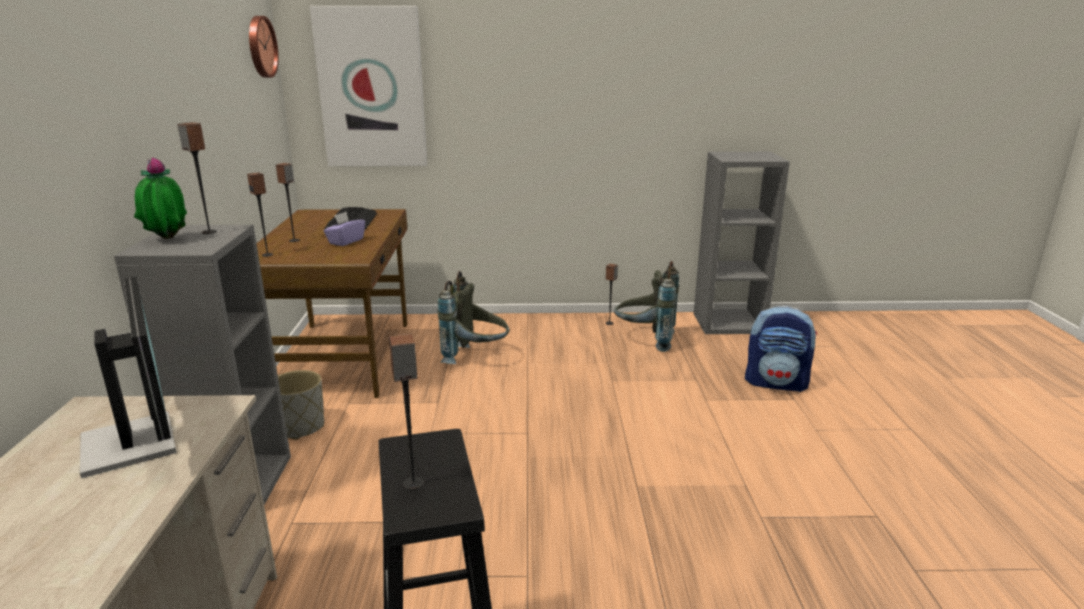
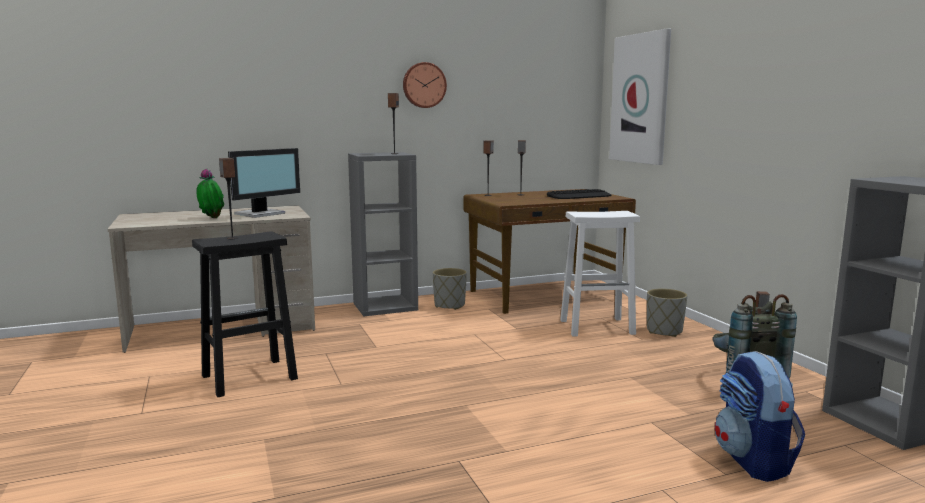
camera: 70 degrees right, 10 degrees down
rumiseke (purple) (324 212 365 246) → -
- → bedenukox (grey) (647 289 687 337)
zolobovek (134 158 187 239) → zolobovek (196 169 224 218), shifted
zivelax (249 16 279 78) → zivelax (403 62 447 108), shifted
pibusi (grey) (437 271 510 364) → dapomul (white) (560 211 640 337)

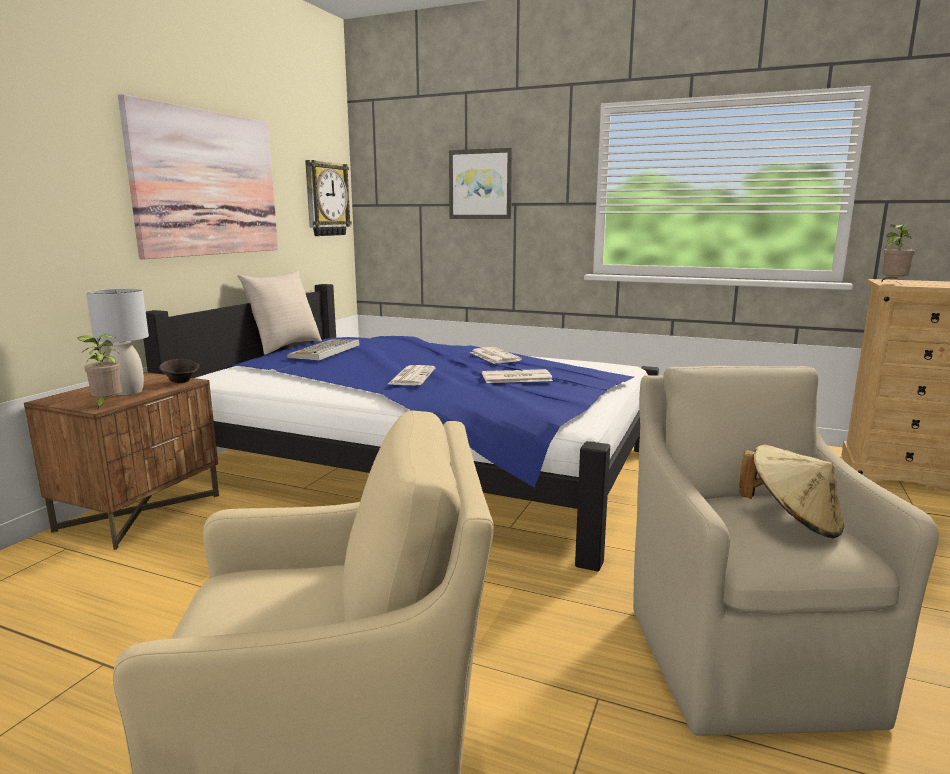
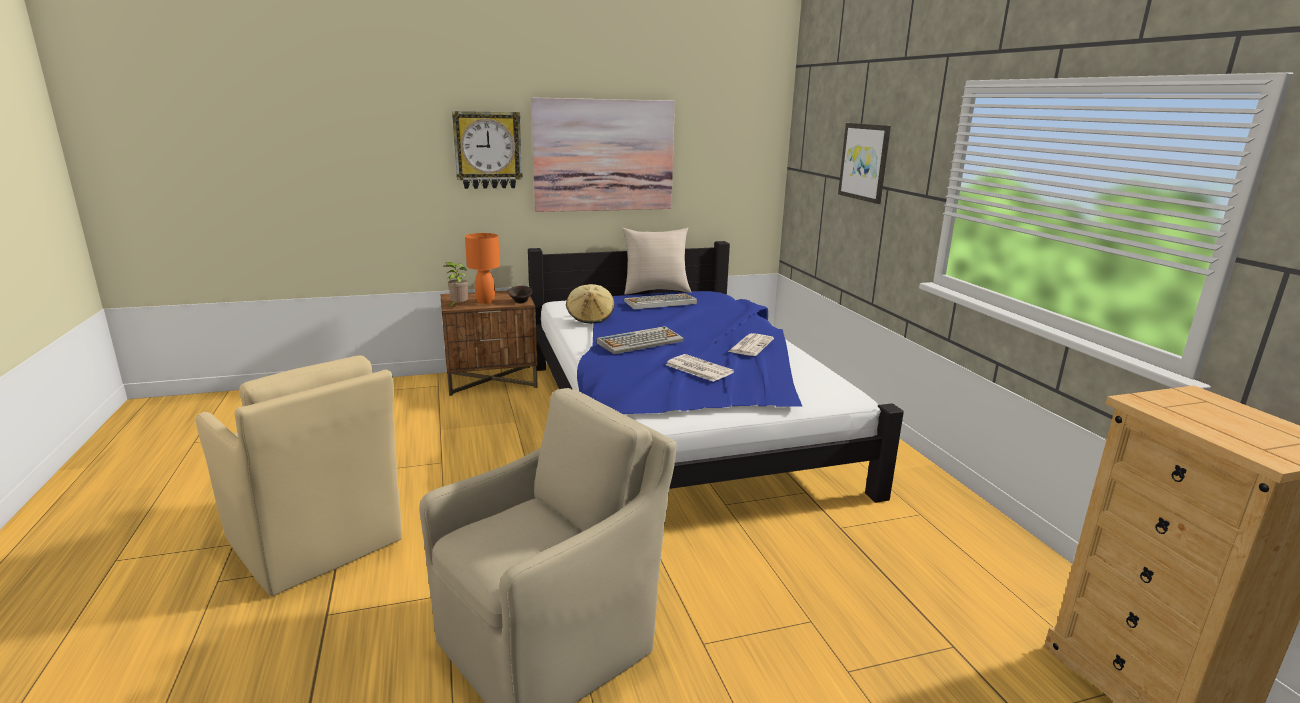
camera: 50 degrees right, 5 degrees up
zolobovek (881 224 915 283) → -
zivelax (305 160 352 236) → zivelax (452 111 523 189), shifted
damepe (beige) (739 444 844 538) → damepe (beige) (566 284 614 324), shifted
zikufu (388 365 435 385) → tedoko (596 326 684 354)
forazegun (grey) (86 289 149 395) → forazegun (orange) (465 233 500 304)

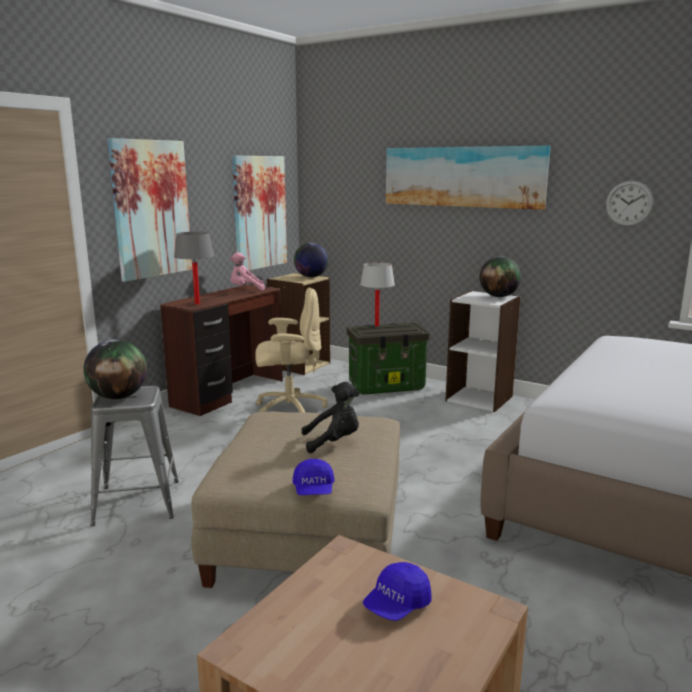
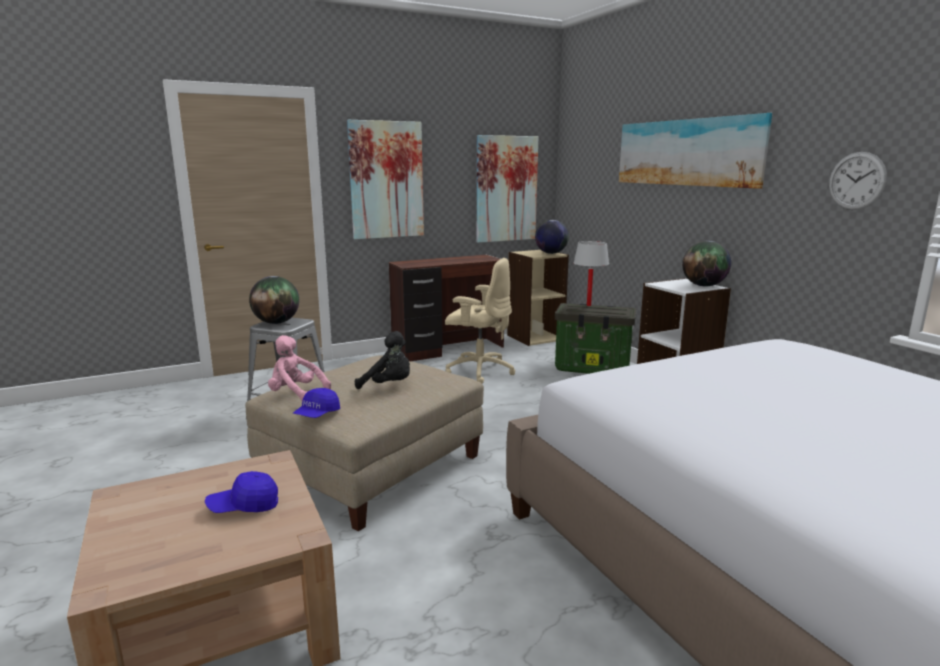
camera: 30 degrees right, 0 degrees up
forazegun (grey) (174 232 214 304) → -
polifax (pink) (230 252 265 291) → polifax (pink) (268 335 331 401), shifted

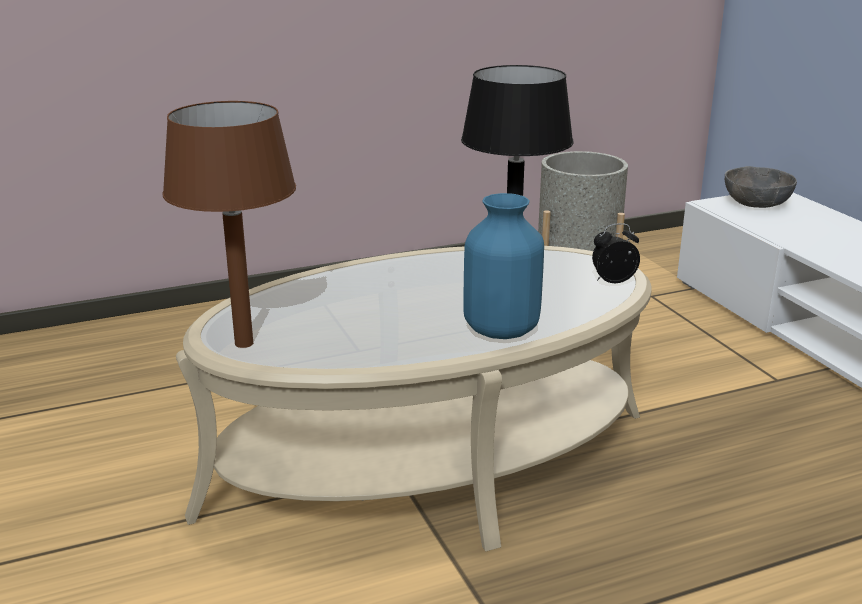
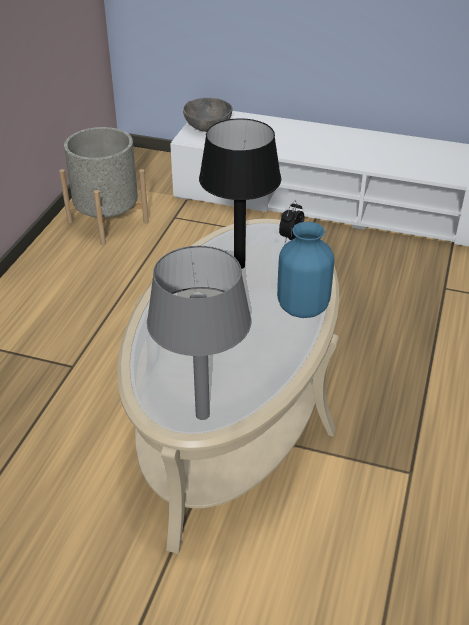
camera: 50 degrees left, 15 degrees up
forazegun (brown) (162 101 296 348) → forazegun (grey) (147 246 252 420)

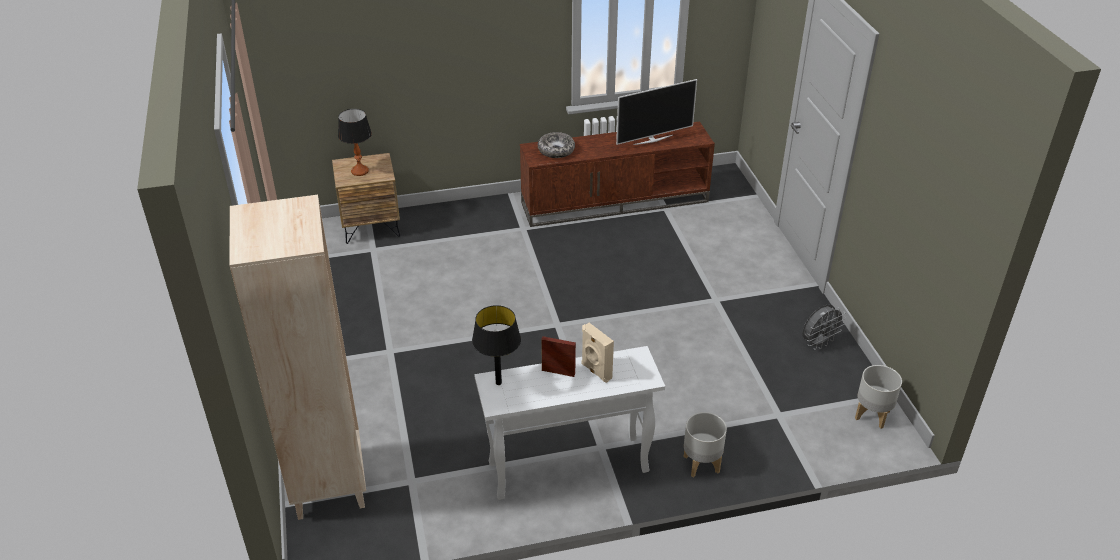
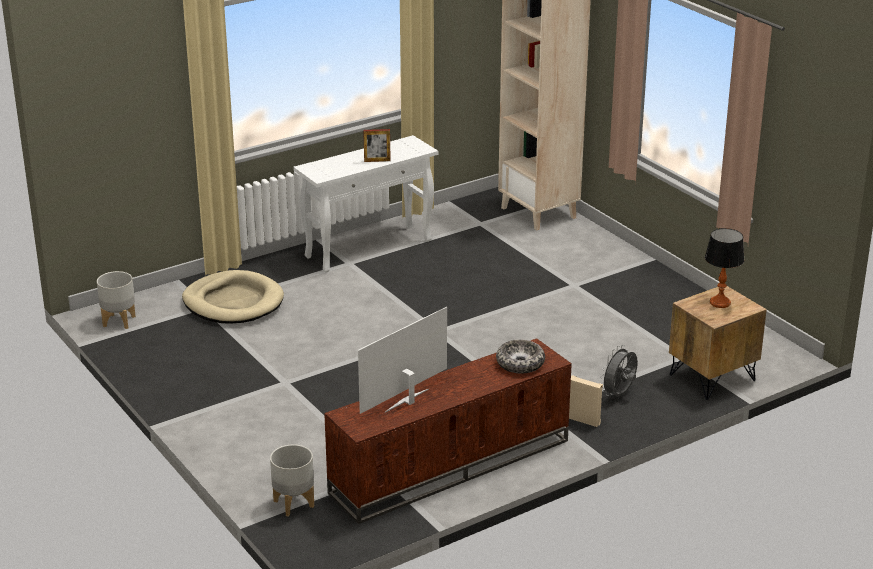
camera: 160 degrees right, 10 degrees down
forazegun (black) (472 305 521 385) → -
- → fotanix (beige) (182 270 284 324)
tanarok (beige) (582 323 614 383) → tanarok (beige) (569 375 603 427), shifted
bedenukox (grey) (684 412 727 477) → bedenukox (grey) (270 444 314 516), shifted
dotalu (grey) (802 304 846 350) → dotalu (grey) (600 345 638 396), shifted

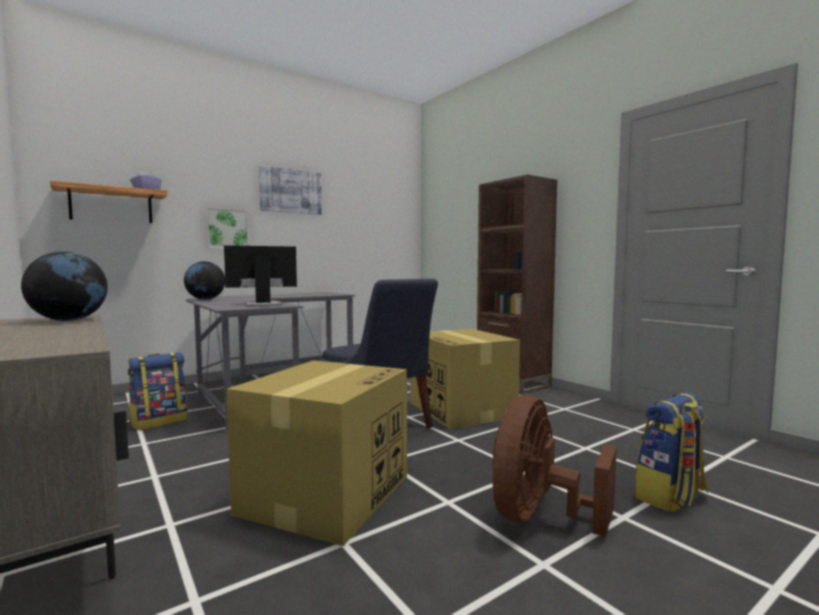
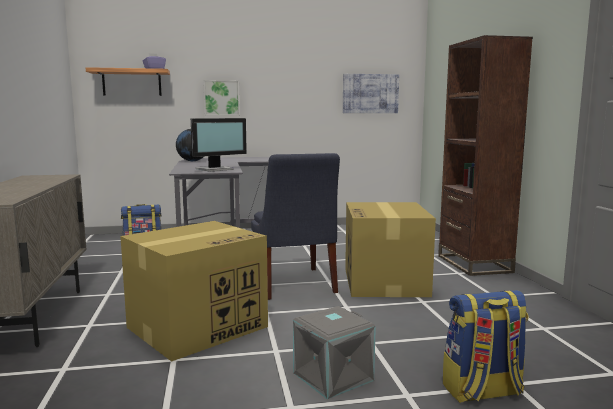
camera: 25 degrees right, 5 degrees up
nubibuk (21 252 108 321) → -
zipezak (259 165 322 215) → zipezak (343 74 399 113), shifted
dotalu (brown) (492 395 617 537) → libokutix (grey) (293 306 376 399)
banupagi (224 245 297 307) → banupagi (191 118 247 172), 135 degrees clockwise

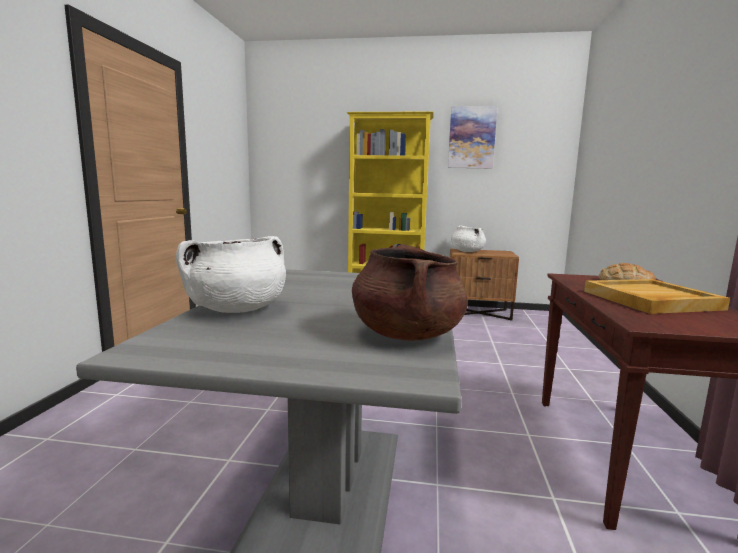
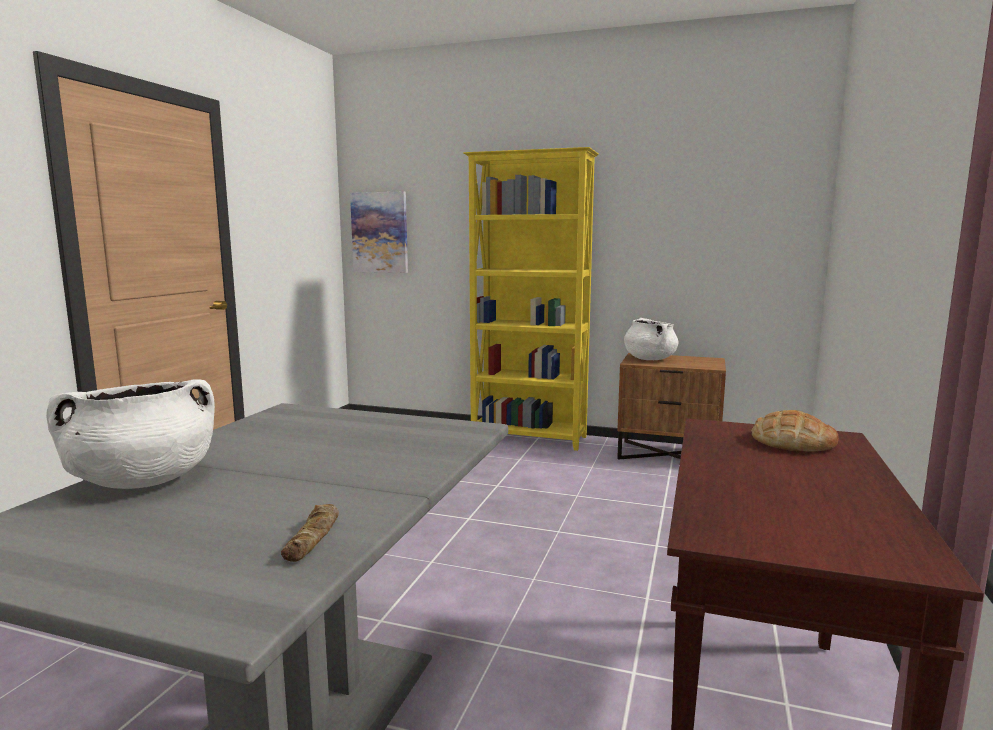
camera: 10 degrees right, 0 degrees up
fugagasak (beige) (584 279 730 314) → -
zipezak (448 106 498 168) → zipezak (350 192 408 273), shifted
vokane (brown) (352 244 468 340) → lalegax (281 504 339 562)

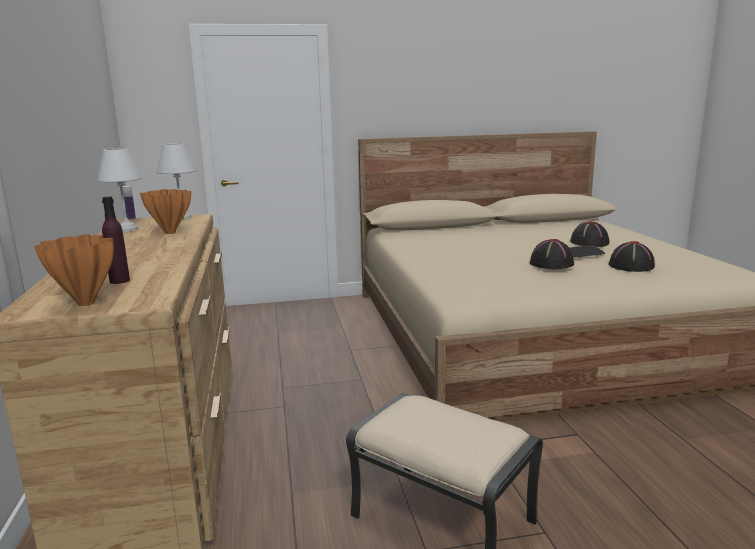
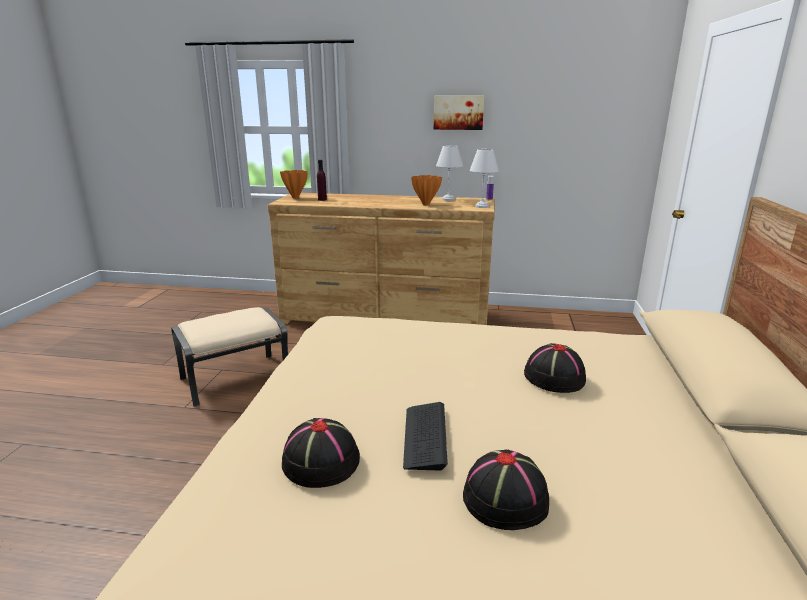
camera: 110 degrees right, 5 degrees up
- → zipezak (434 95 484 130)
damepe (black) (530 239 574 269) → damepe (black) (524 343 586 393), shifted

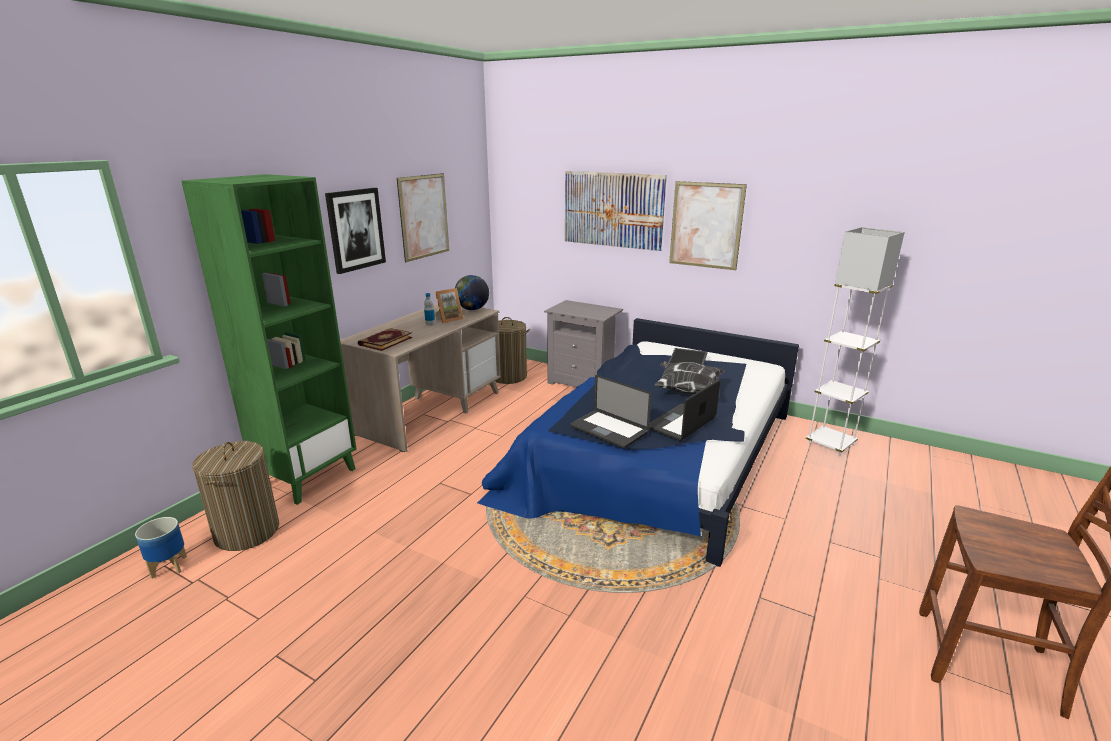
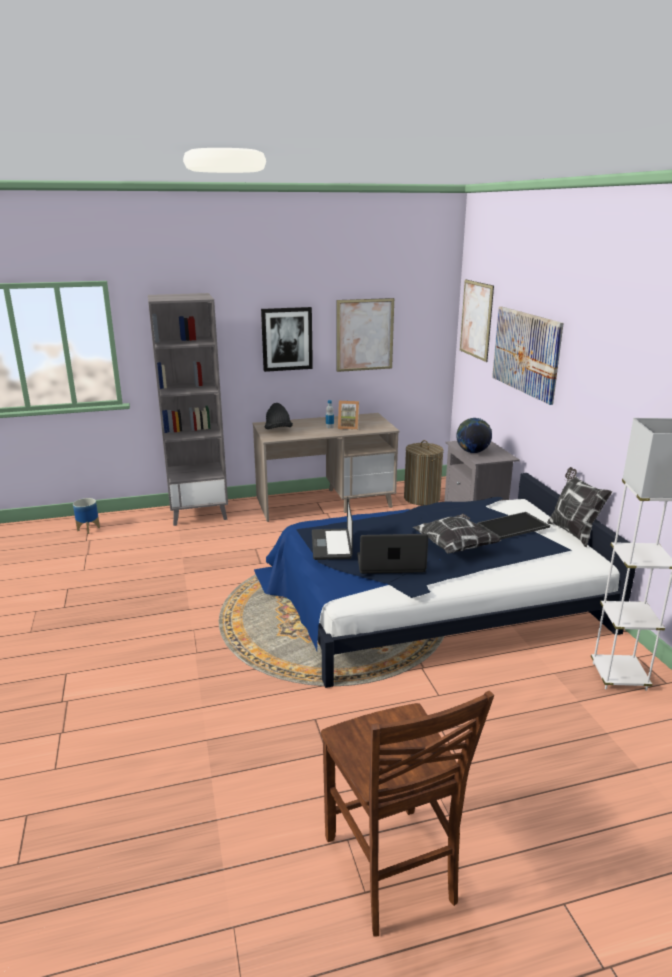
camera: 45 degrees right, 0 degrees up
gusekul (192 441 279 551) → -
- → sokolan (547 467 612 547)
nubibuk (455 275 489 310) → nubibuk (456 418 492 453), shifted
zipezak (669 181 747 270) → zipezak (460 279 494 362), shifted
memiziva (358 328 413 351) → damepe (black) (265 403 293 429)
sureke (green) (182 174 356 505) → sureke (grey) (148 293 228 526)

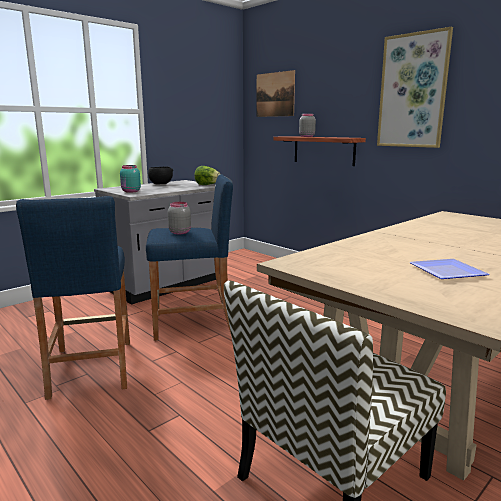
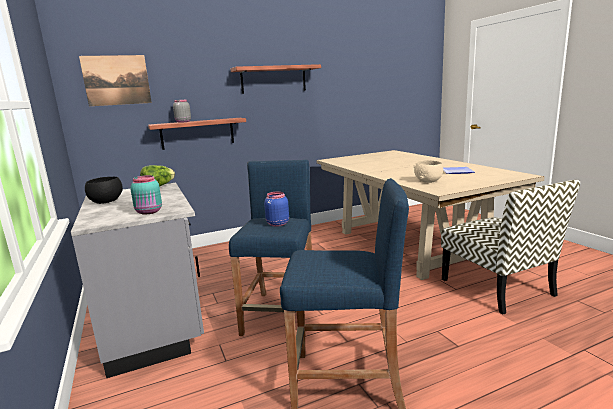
camera: 70 degrees left, 0 degrees up
- → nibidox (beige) (413 160 443 183)
zipezak (377 27 453 148) → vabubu (231 64 321 94)
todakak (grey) (168 202 191 234) → todakak (blue) (264 191 289 227)

